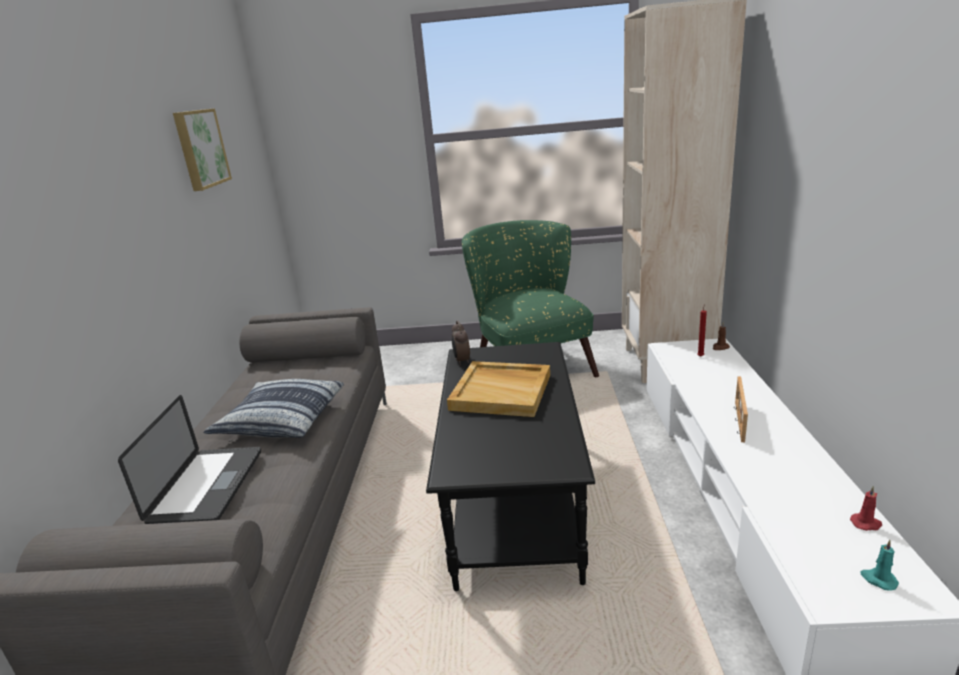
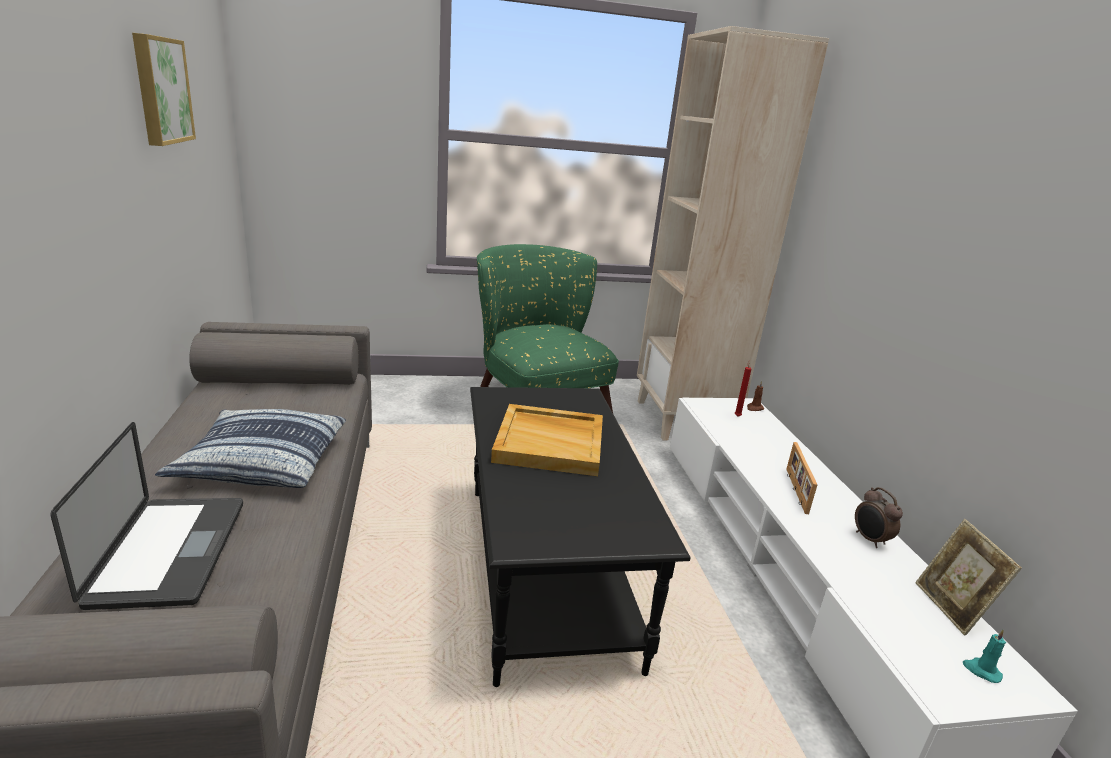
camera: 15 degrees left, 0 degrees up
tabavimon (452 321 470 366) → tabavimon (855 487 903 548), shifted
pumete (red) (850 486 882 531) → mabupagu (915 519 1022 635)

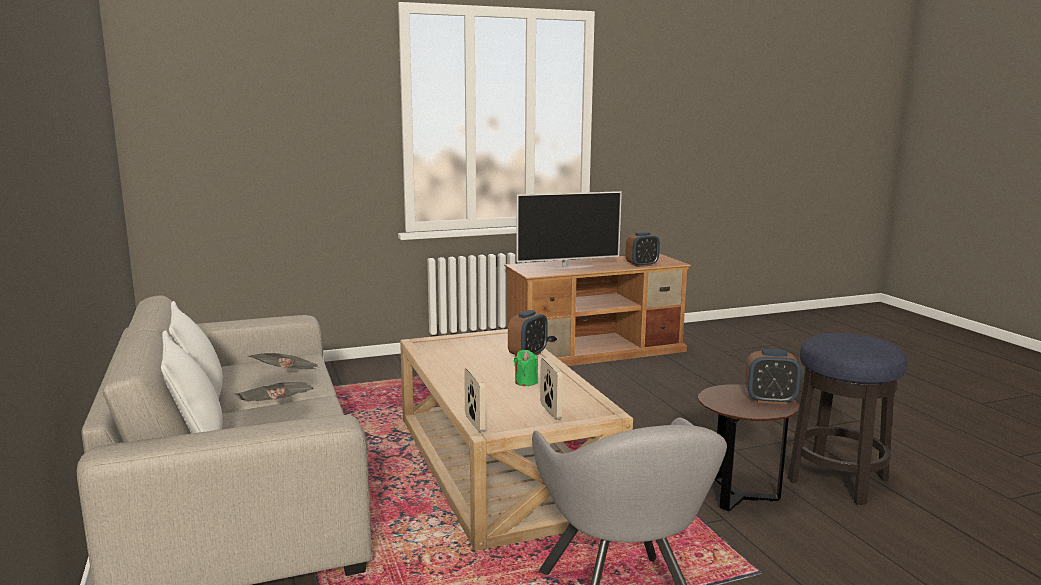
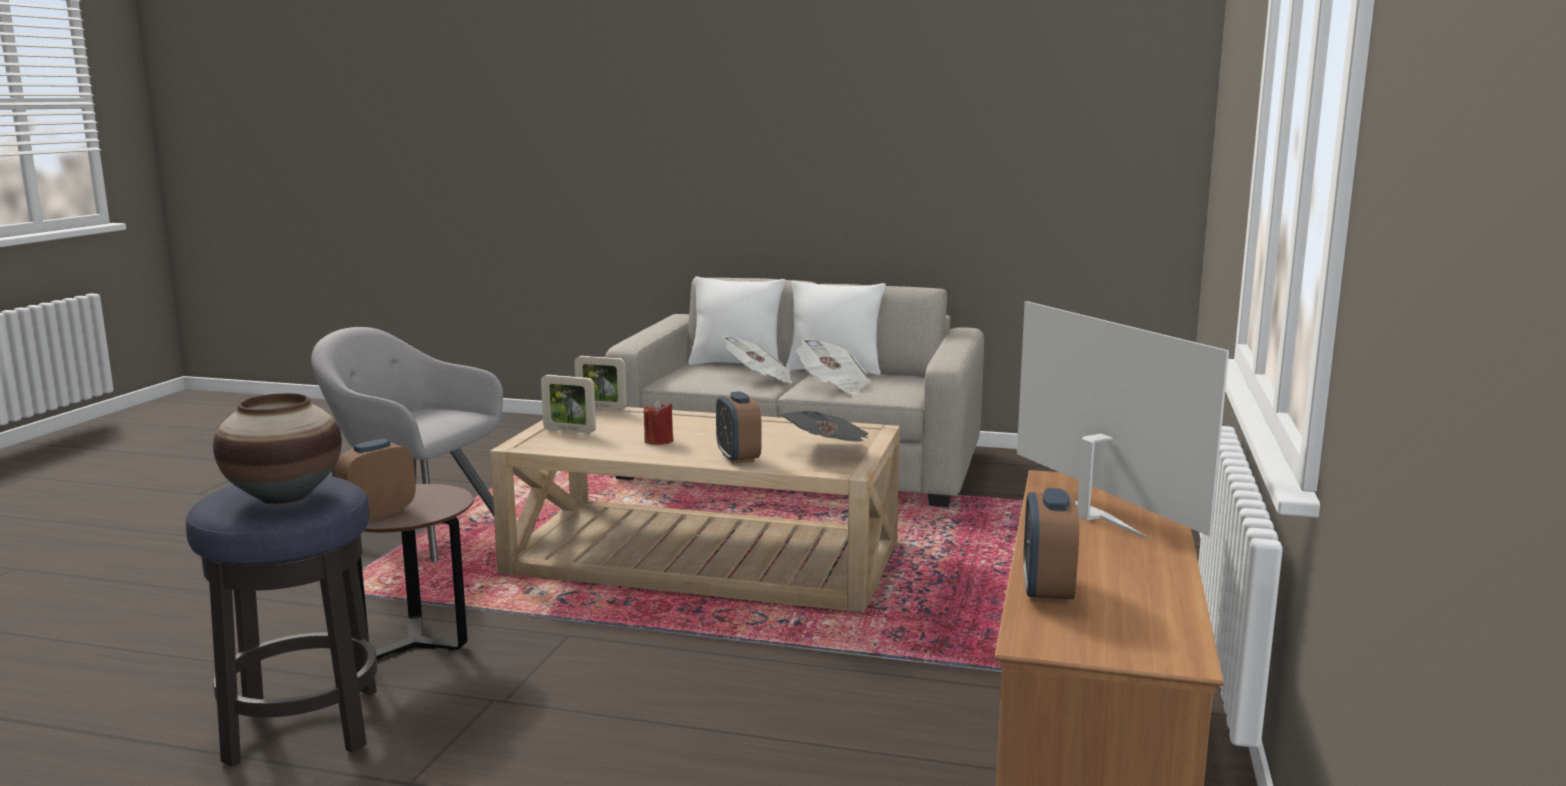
camera: 125 degrees right, 0 degrees up
- → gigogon (213 393 342 505)
- → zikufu (780 411 869 442)
pumete (green) (514 350 538 386) → pumete (red) (644 400 673 445)
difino (516 191 622 269) → difino (1017 301 1229 539), 135 degrees clockwise

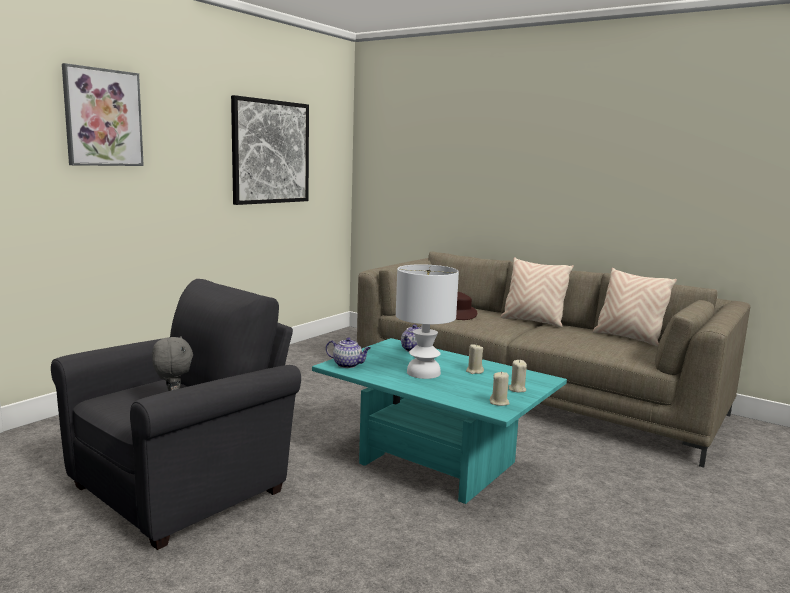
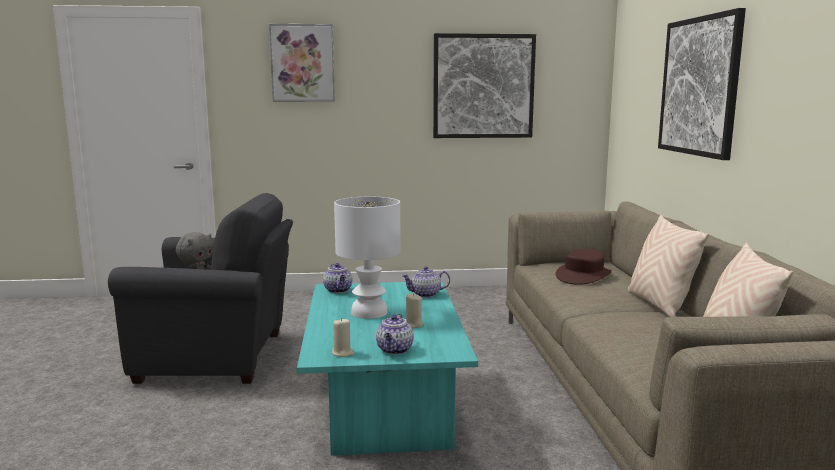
camera: 50 degrees right, 0 degrees up
- → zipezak (658 8 746 160)
pumete (beige) (508 360 527 393) → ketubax (376 314 414 355)

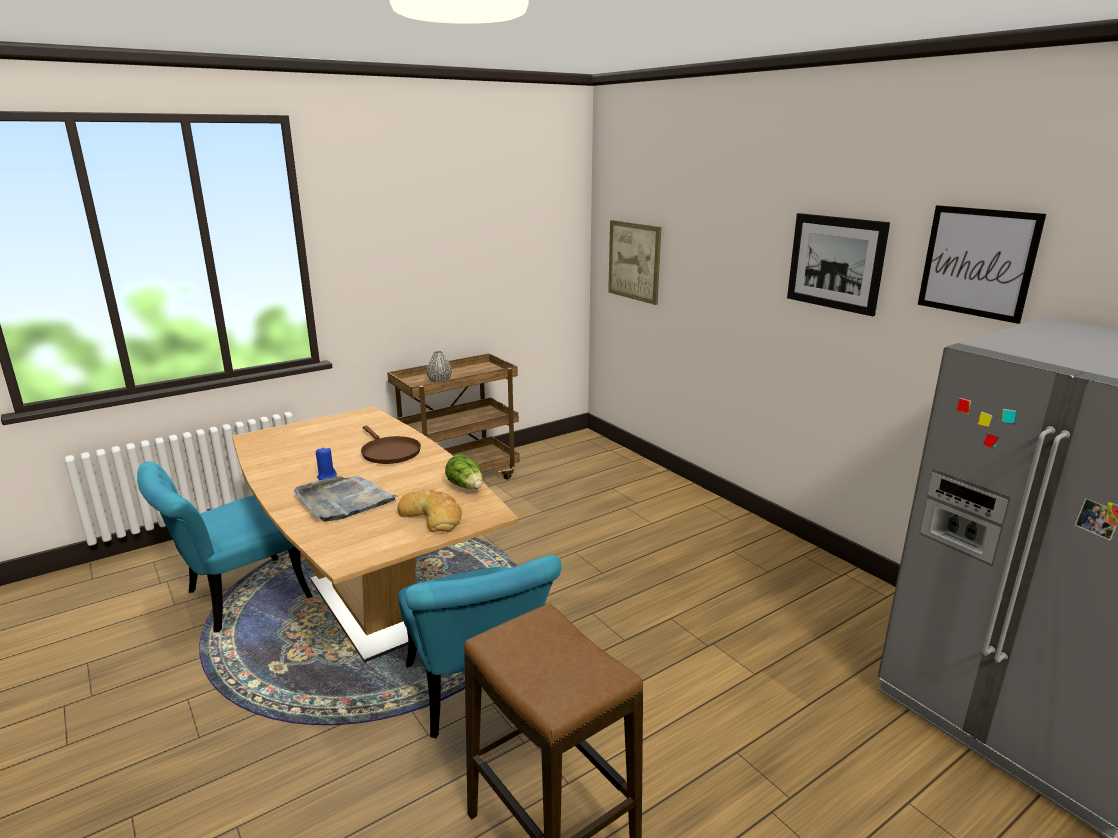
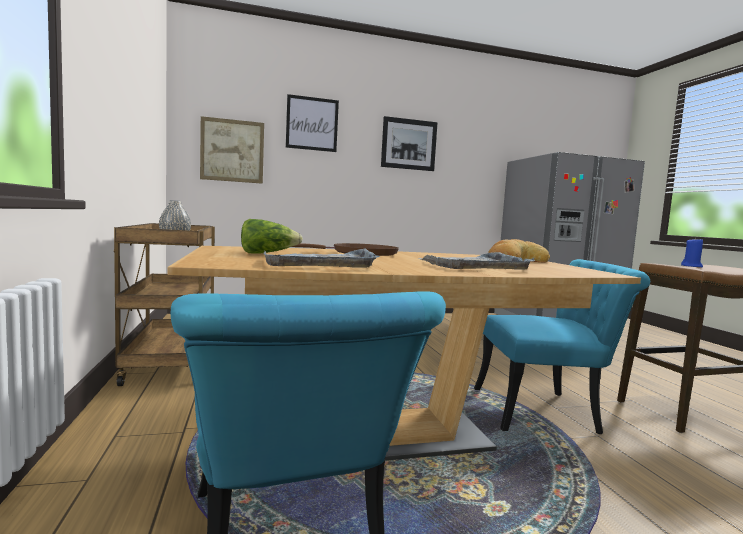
camera: 70 degrees left, 15 degrees down
- → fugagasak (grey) (264 249 380 268)
pumete (blue) (316 447 337 480) → pumete (blue) (681 237 703 267), shifted
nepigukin (445 454 483 489) → nepigukin (241 219 303 254), shifted
zipezak (918 205 1046 324) → zipezak (286 94 339 152), shifted

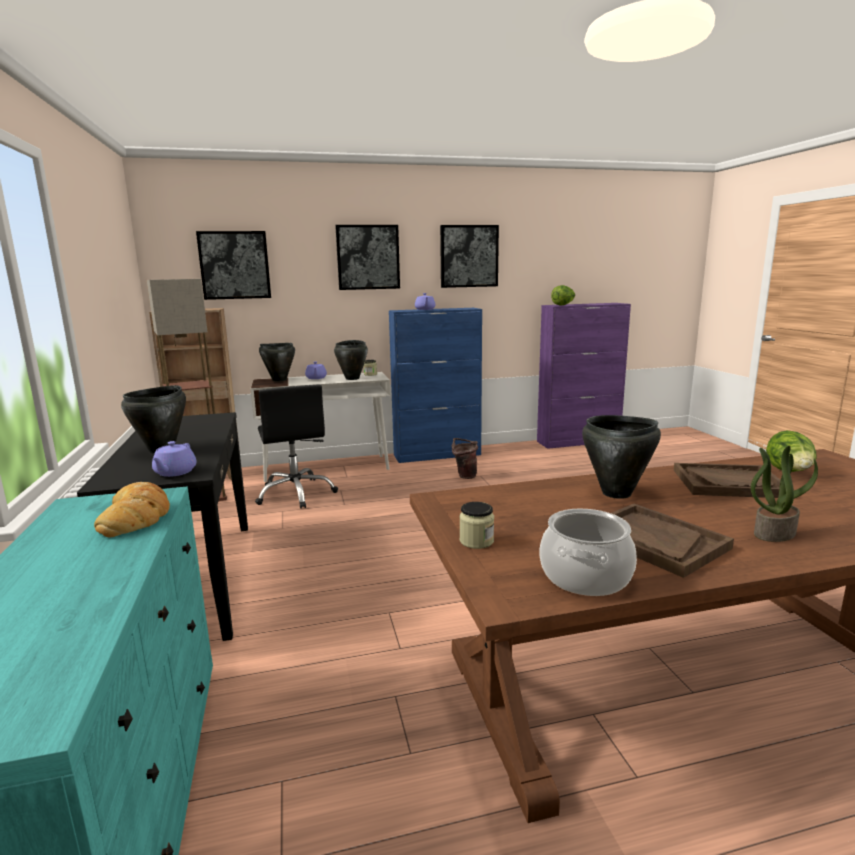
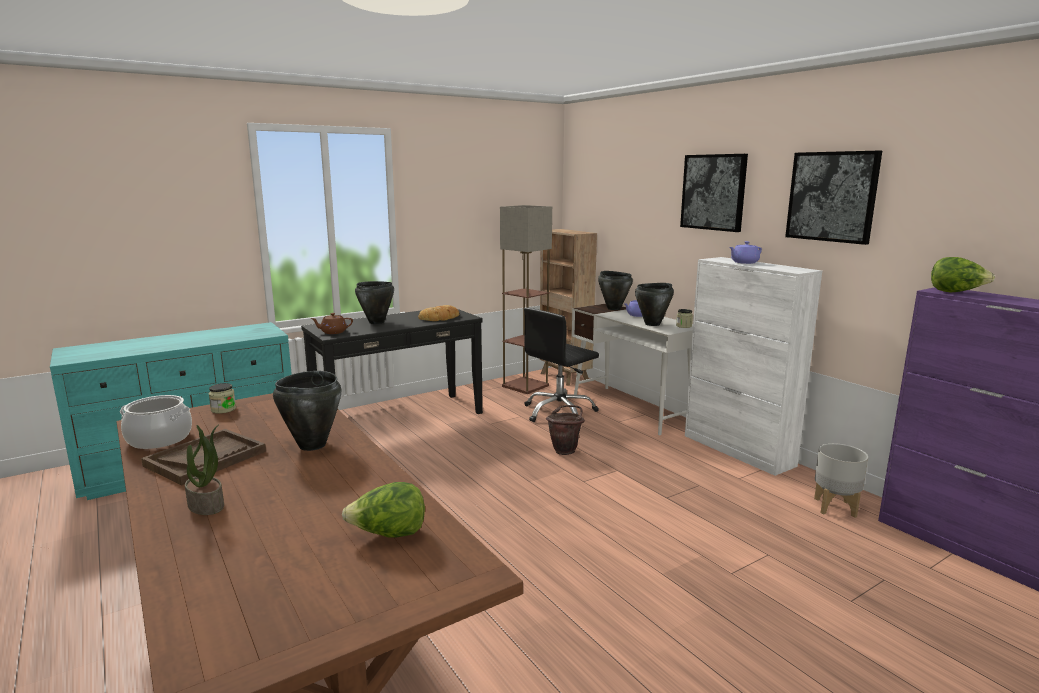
camera: 70 degrees right, 0 degrees up
zipezak (196 231 271 300) → -
fugagasak (brown) (674 463 781 498) → -
- → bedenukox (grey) (814 443 868 518)
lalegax (94 482 170 537) → lalegax (418 305 459 321), shifted
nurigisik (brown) (452 438 478 479) → nurigisik (brown) (546 405 585 455), shifted
ketubax (purple) (152 441 197 477) → ketubax (brown) (310 313 353 334)
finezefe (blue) (389 308 482 463) → finezefe (white) (685 257 822 476)

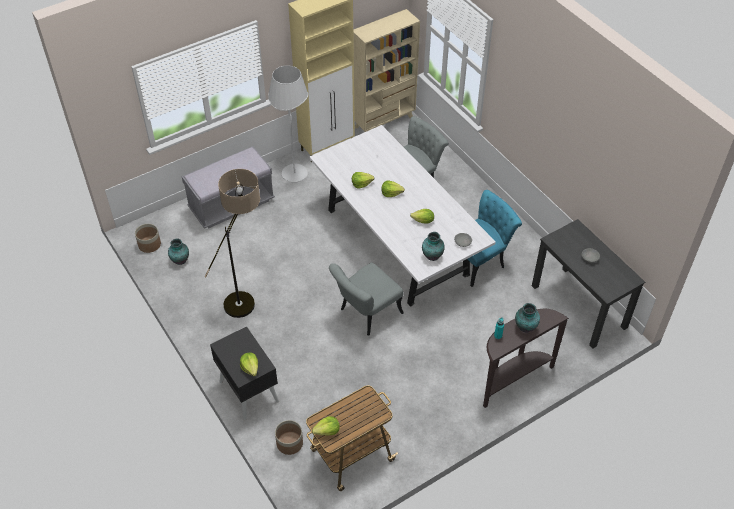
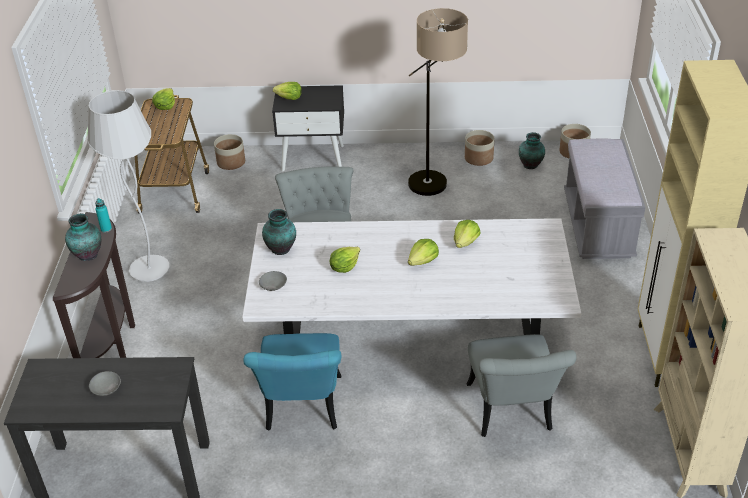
camera: 125 degrees right, 10 degrees down
- → bedenukox (465 130 495 166)
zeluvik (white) (268 65 308 183) → zeluvik (white) (87 90 169 282), shifted

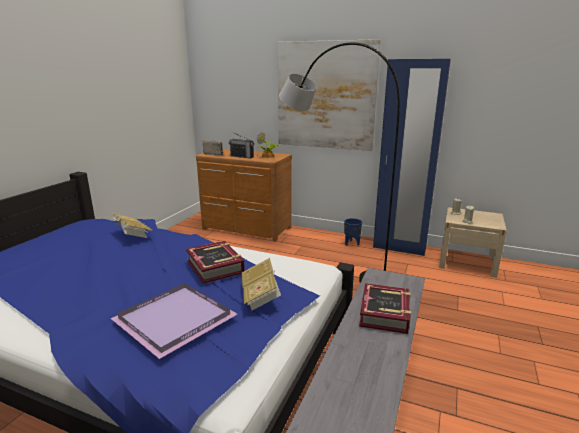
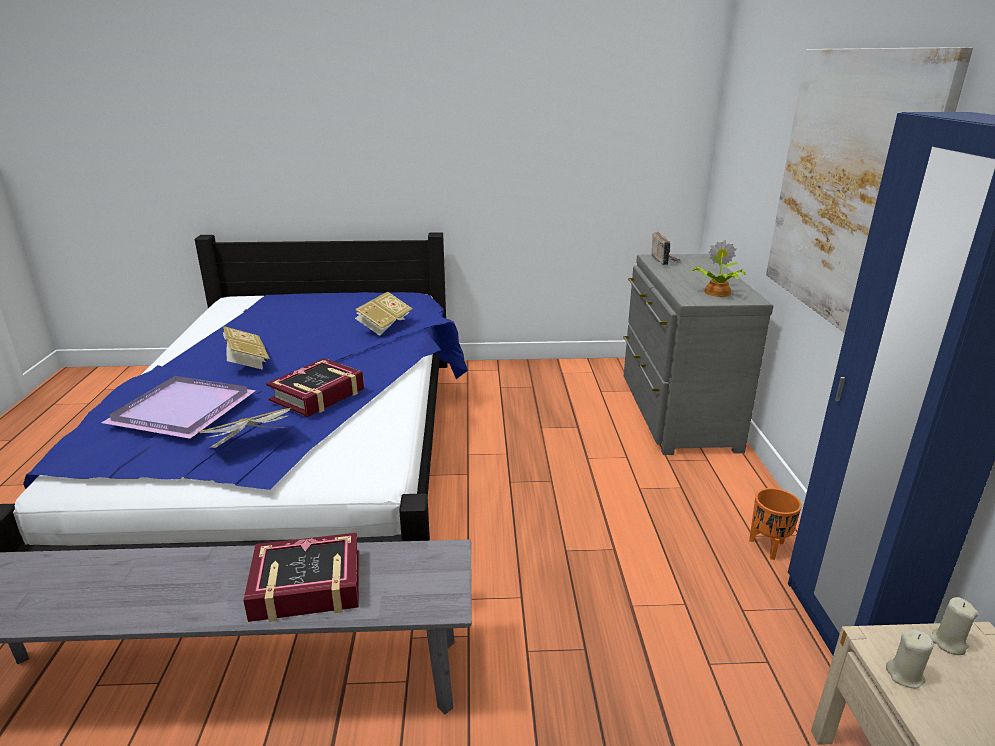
camera: 65 degrees right, 5 degrees up
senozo (229 132 254 159) → -
zeluvik (grey) (279 42 400 283) → -
- → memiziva (223 326 270 370)
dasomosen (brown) (196 149 292 242) → dasomosen (grey) (623 254 773 455)
bedenukox (blue) (344 218 362 246) → bedenukox (orange) (749 488 802 560)

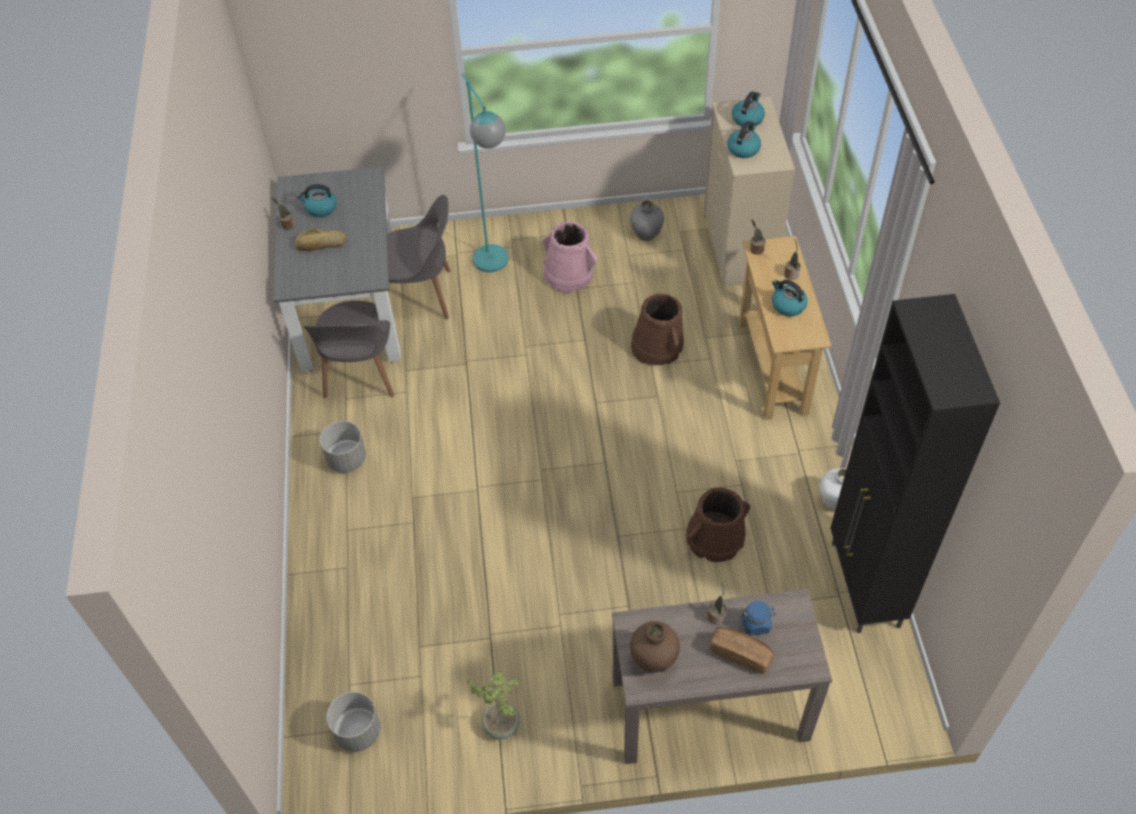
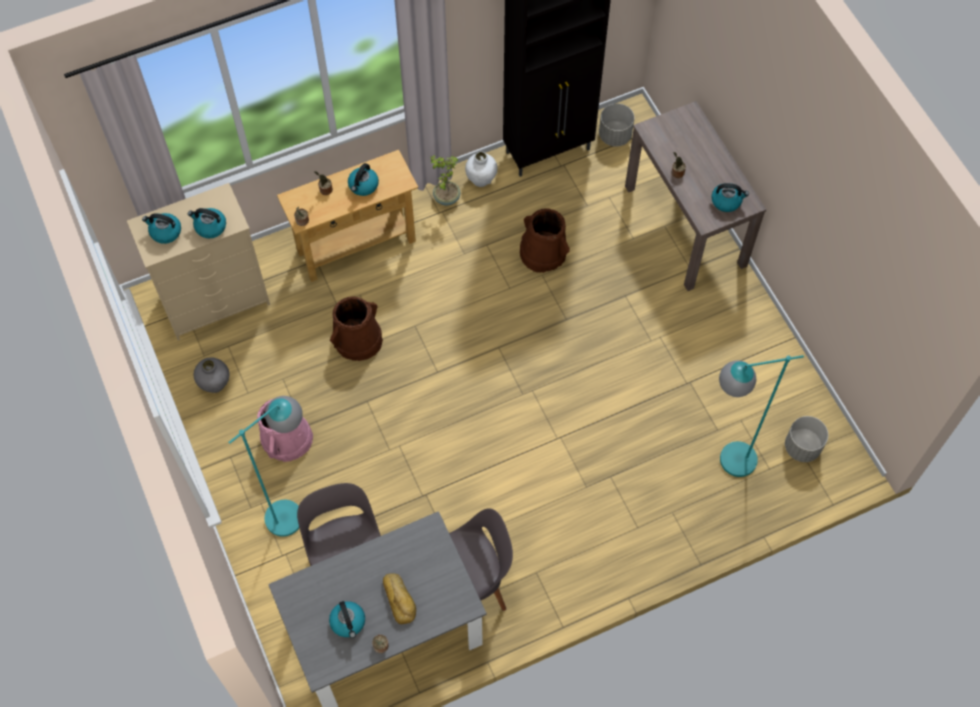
camera: 110 degrees left, 10 degrees up
lalegax (710 627 774 674) → -
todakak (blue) (740 601 776 635) → -
- → zeluvik (turquoise) (719 355 804 477)
bedenukox (grey) (320 421 366 473) → bedenukox (grey) (599 103 634 147), shifted
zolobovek (467 670 520 739) → zolobovek (431 155 460 205), shifted
gigogon (brown) (630 621 680 672) → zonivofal (711 183 749 212)

